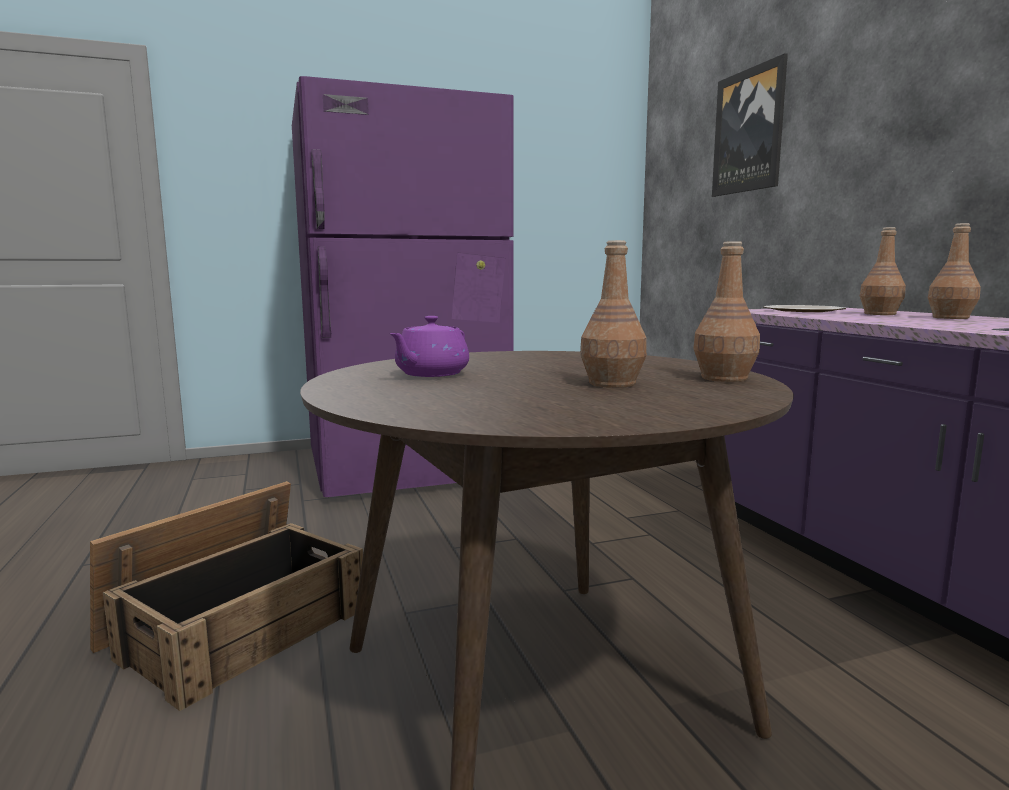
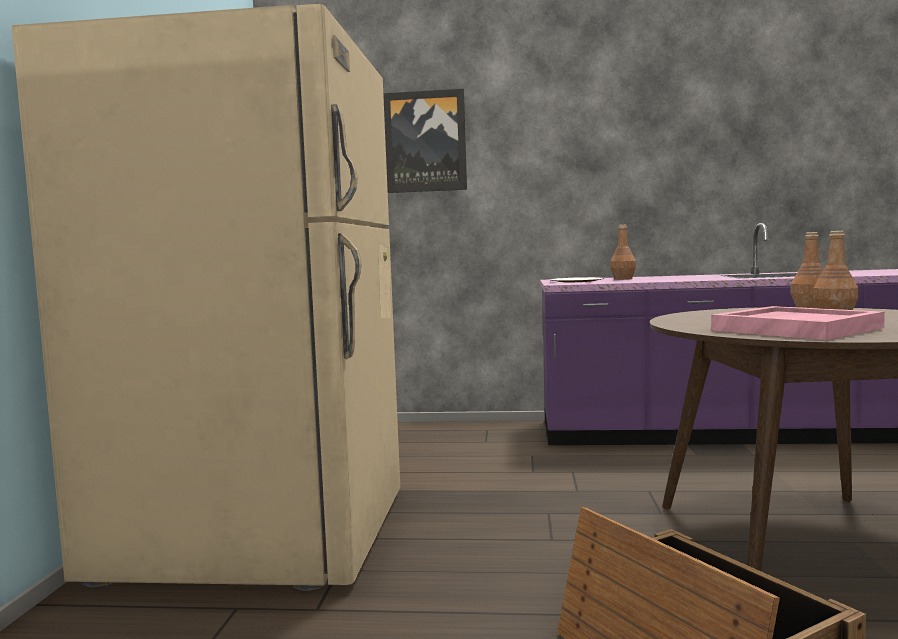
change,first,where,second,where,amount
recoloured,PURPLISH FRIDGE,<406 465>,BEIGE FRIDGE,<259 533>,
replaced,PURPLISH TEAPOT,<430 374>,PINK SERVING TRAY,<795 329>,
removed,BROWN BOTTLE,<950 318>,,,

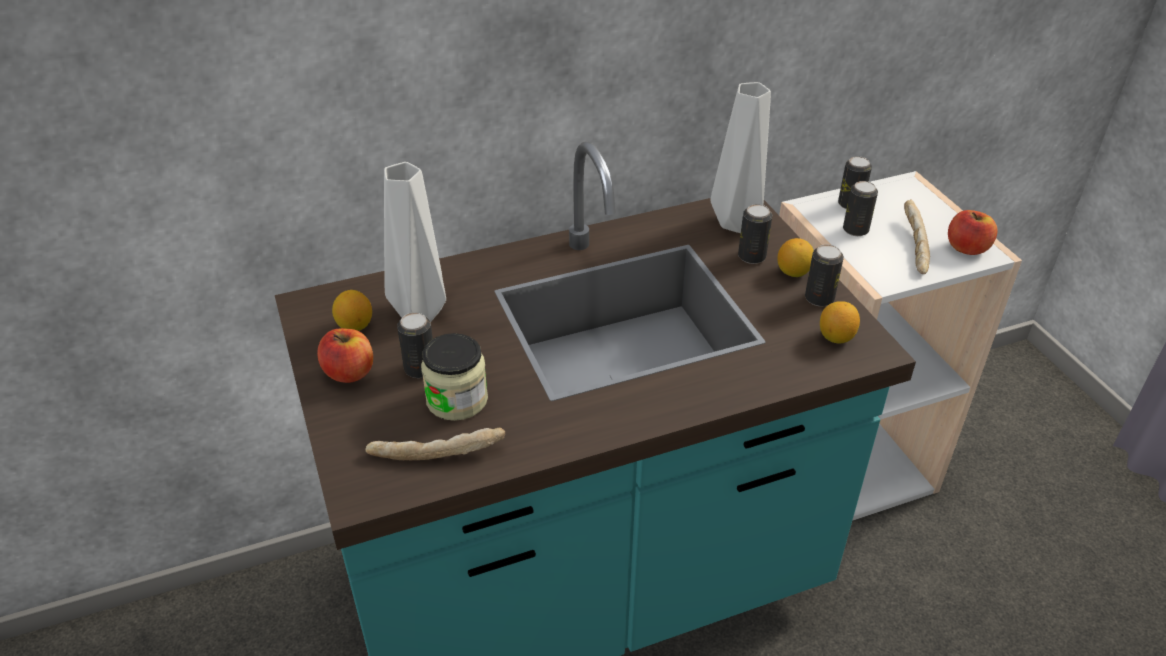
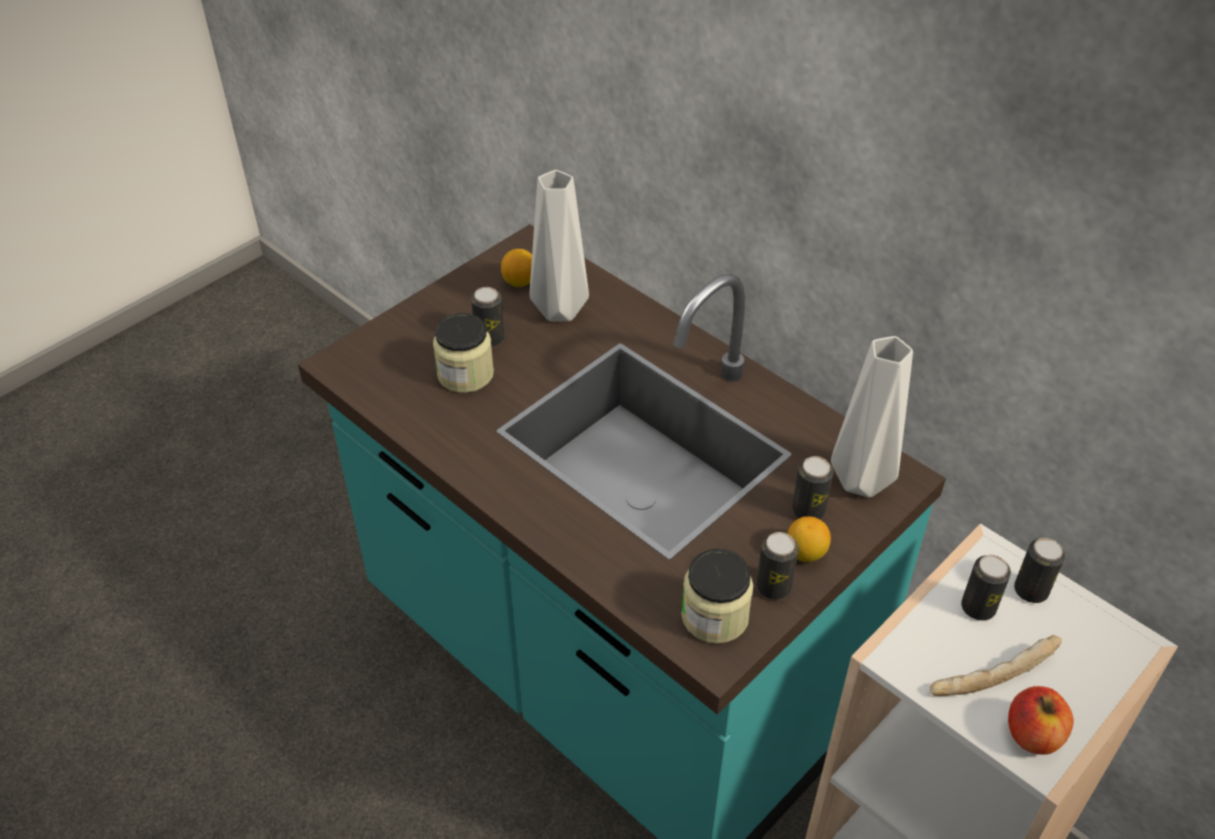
change,first,where,second,where,amount
replaced,LEMON,<836 337>,STORAGE JAR,<715 616>,
removed,APPLE,<349 372>,,,
removed,BAKERY BREAD,<436 451>,,,

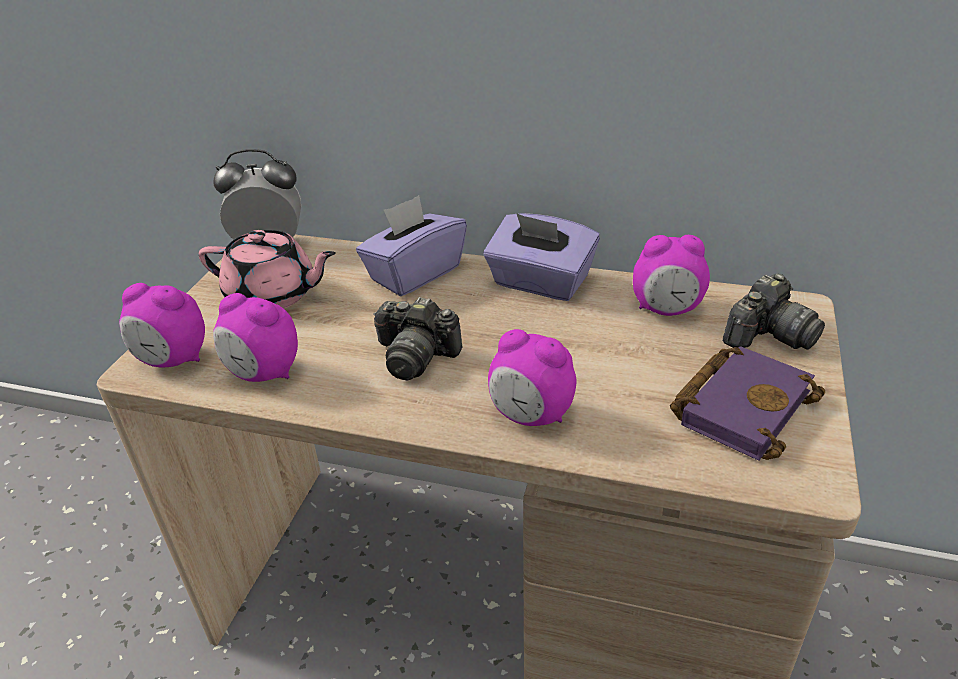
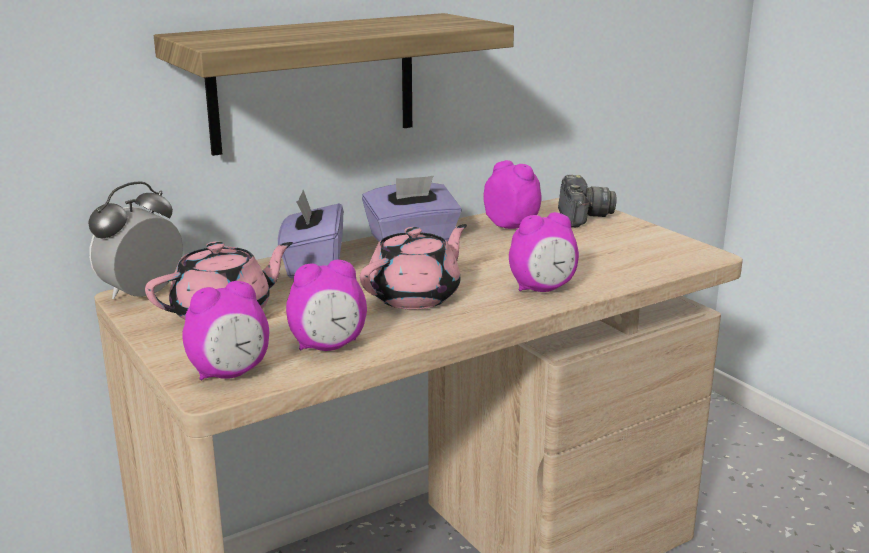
change,first,where,second,where,amount
added,,,WALL SHELF,<314 82>,
replaced,PHOTO CAMERA,<415 356>,PINK TEAPOT,<415 296>,
turned,ALARM CLOCK,<666 310>,,<512 226>,90 degrees counterclockwise
removed,PURPLISH VOLUME,<741 405>,,,

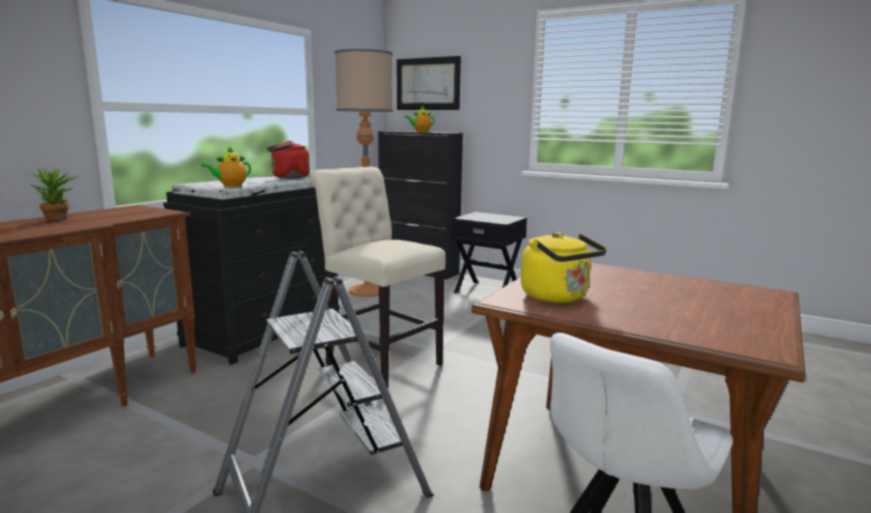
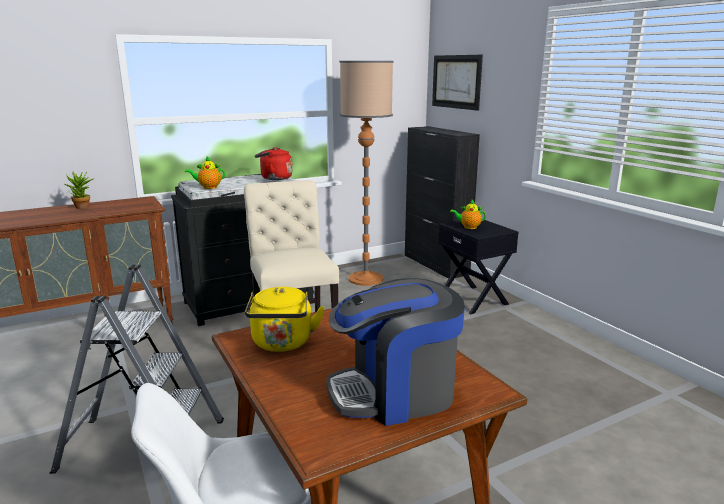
change,first,where,second,where,amount
added,,,COFFEE BREWER,<395 393>,
moved,TEAPOT,<420 132>,,<468 227>,

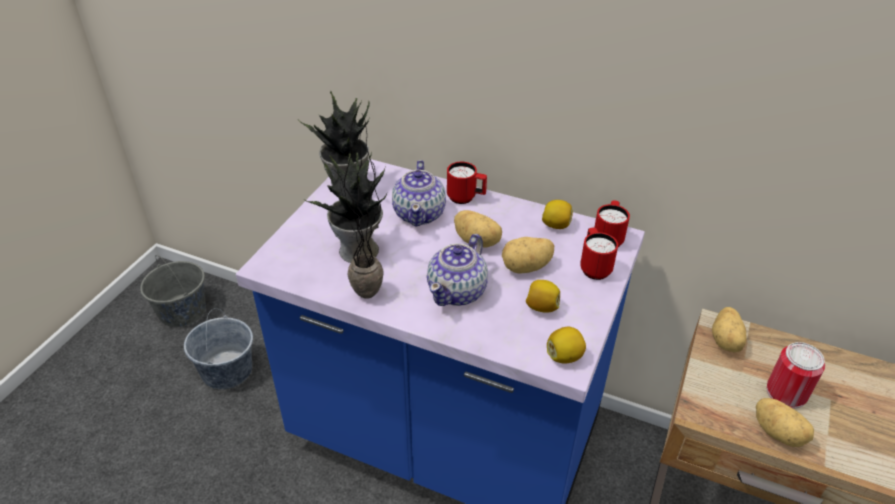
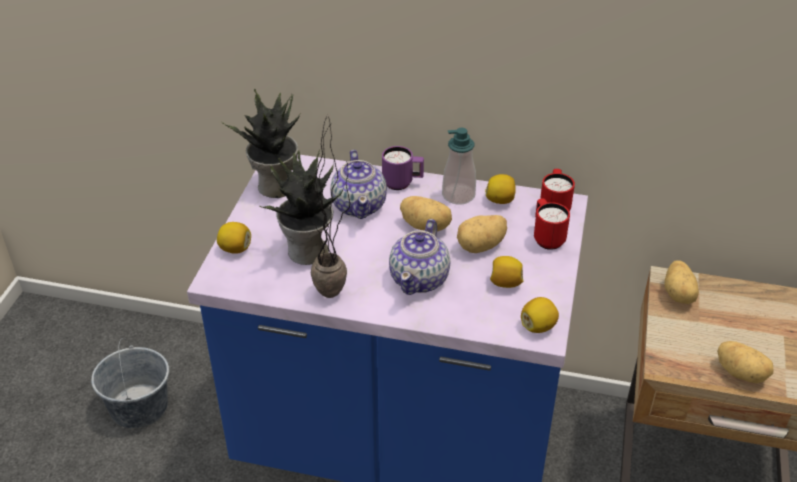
change,first,where,second,where,amount
added,,,LEMON,<235 249>,
recoloured,REDDISH TEA MUG,<466 198>,PURPLISH TEA MUG,<402 183>,
added,,,SOAP BOTTLE,<458 195>,
removed,GREYISH BUCKET,<182 311>,,,
removed,METAL CAN,<786 393>,,,

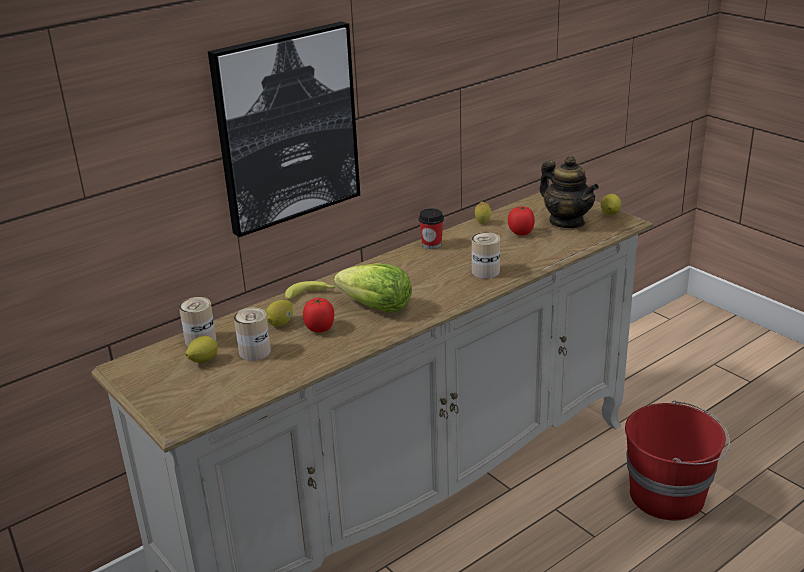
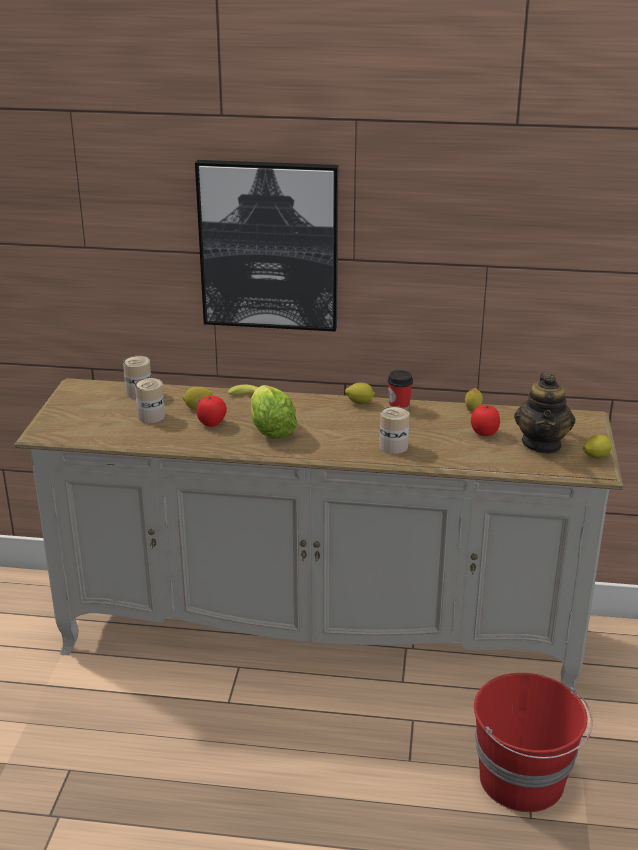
change,first,where,second,where,amount
moved,LEMON,<203 360>,,<360 402>,

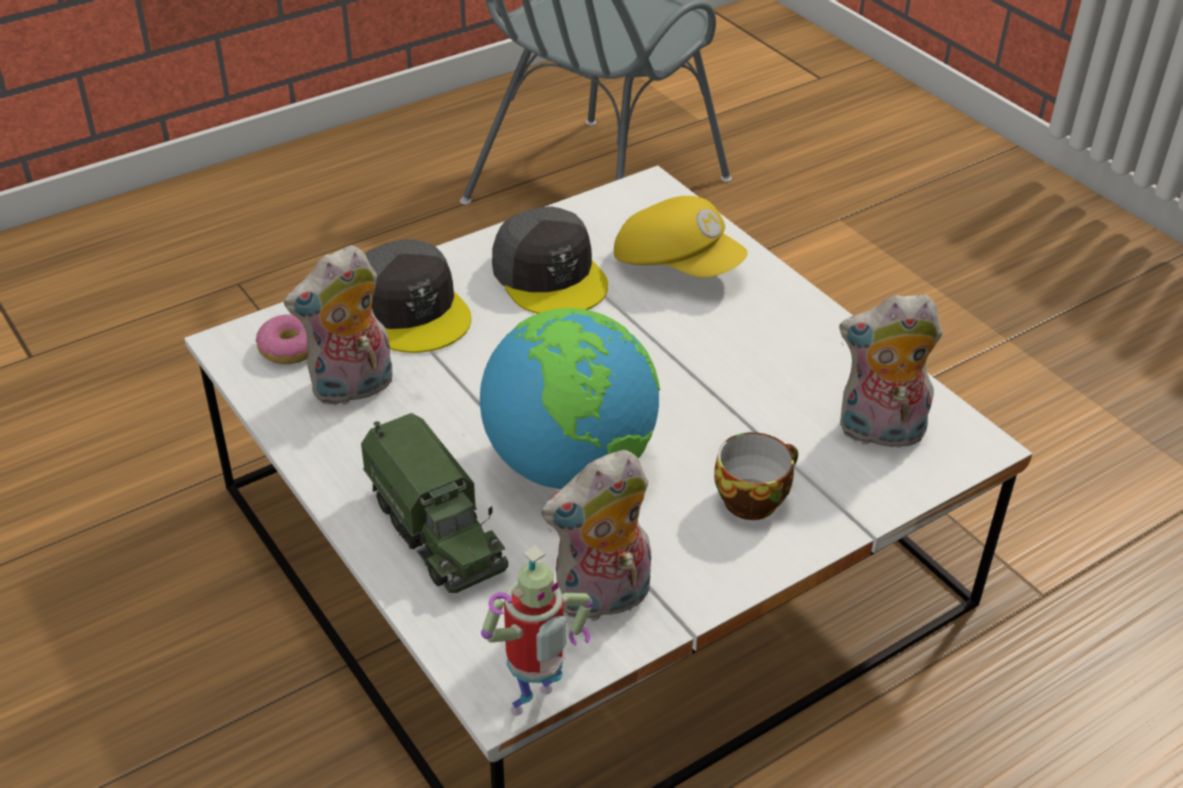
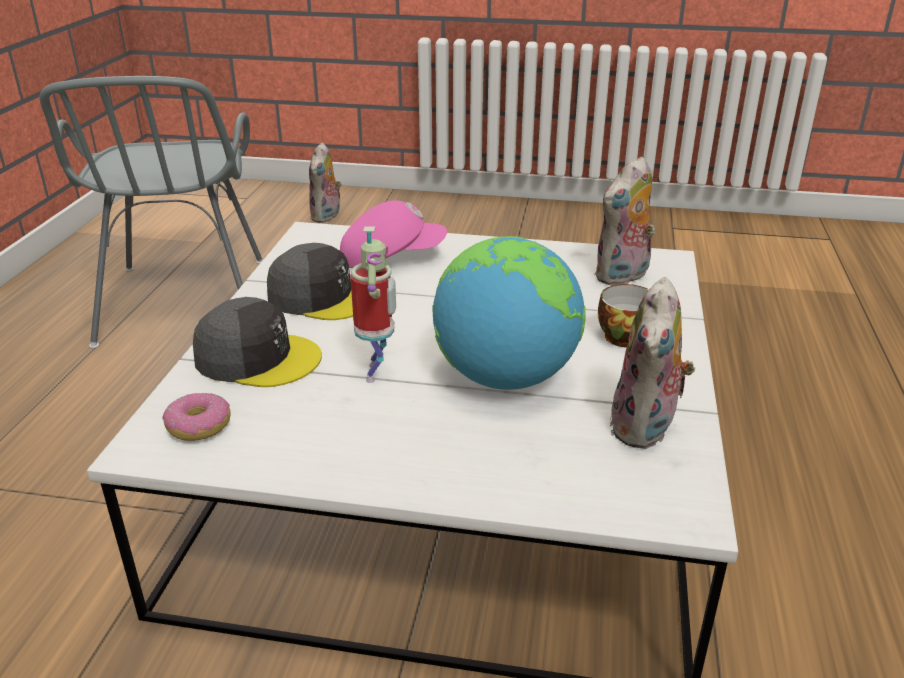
change,first,where,second,where,amount
moved,PLUSH TOY,<352 389>,,<327 217>,
recoloured,YELLOW-COLOURED PEAKED CAP,<677 265>,PINK PEAKED CAP,<391 258>,
moved,ROBOT FIGURE,<535 705>,,<377 373>,
removed,TOY TRUCK,<436 531>,,,

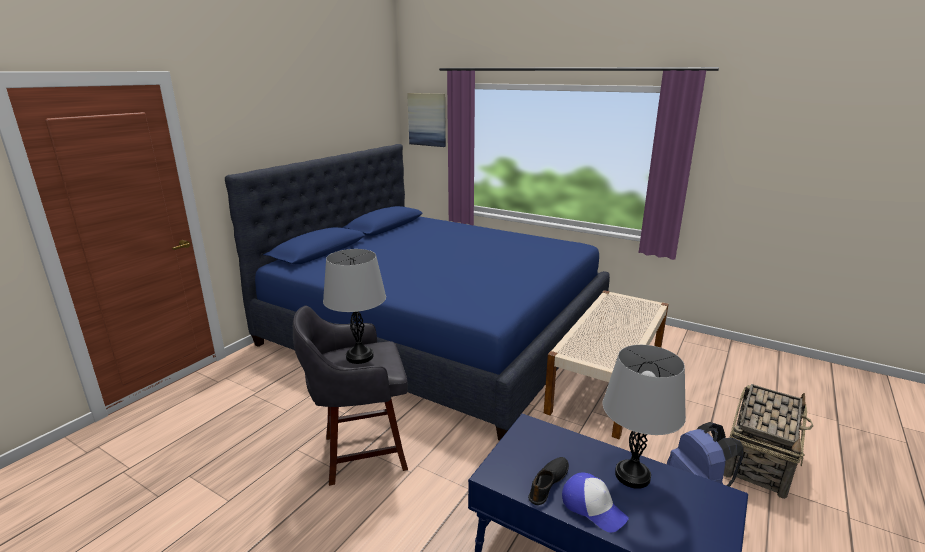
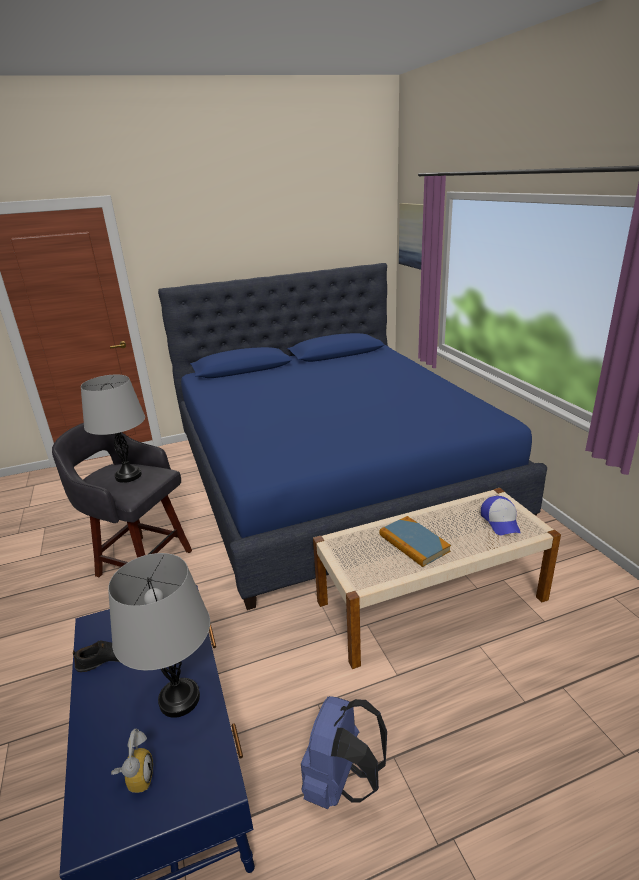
change,first,where,second,where,amount
added,,,ALARM CLOCK,<136 778>,
added,,,VOLUME,<413 543>,
moved,PEAKED CAP,<593 507>,,<500 521>,
removed,BASKET,<759 459>,,,

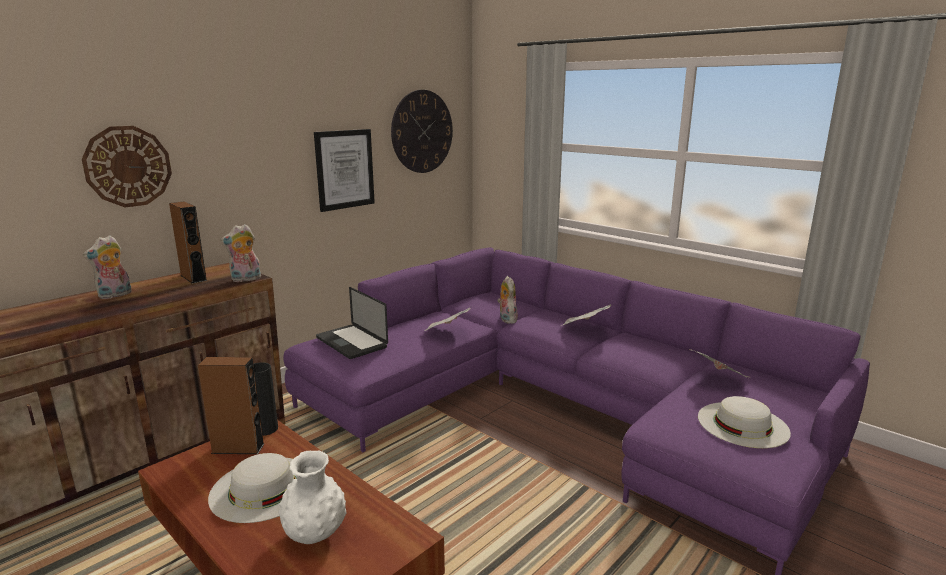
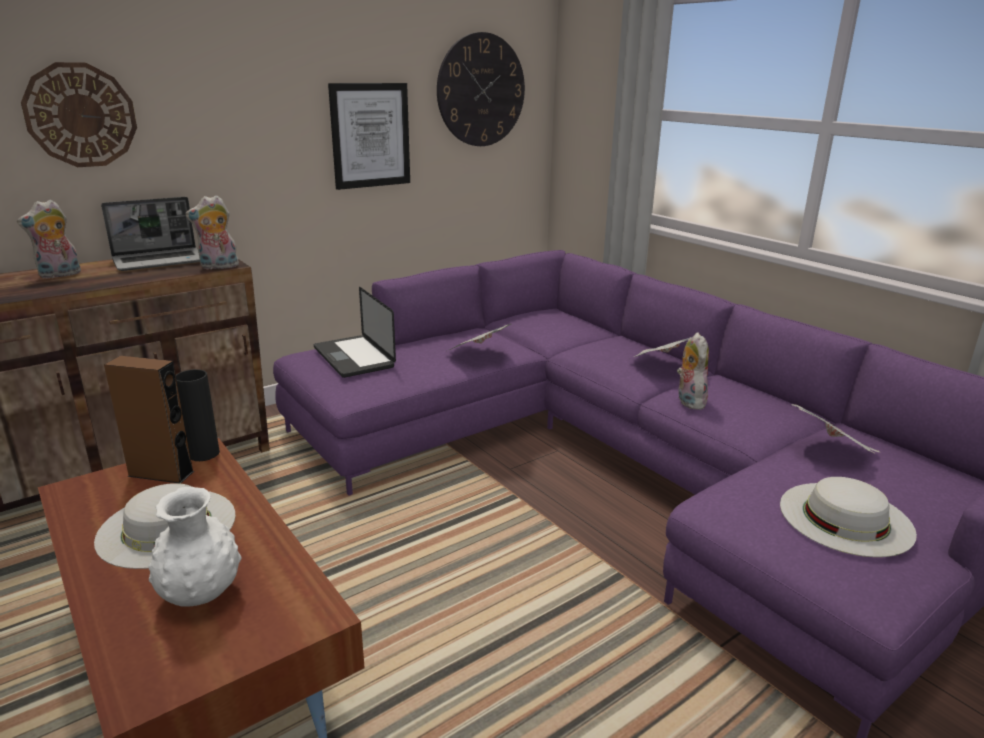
change,first,where,second,where,amount
replaced,BROWN SPEAKER,<193 278>,LAPTOP,<160 261>,
moved,PLUSH TOY,<506 319>,,<688 401>,

